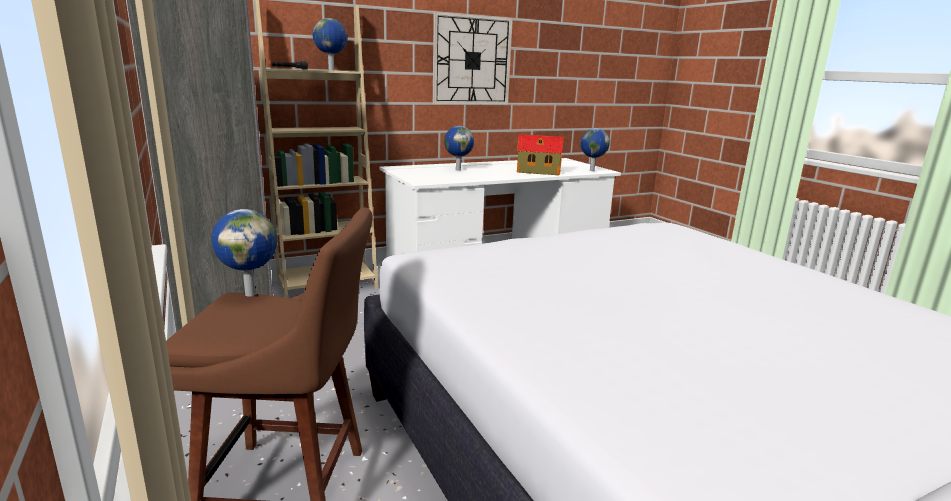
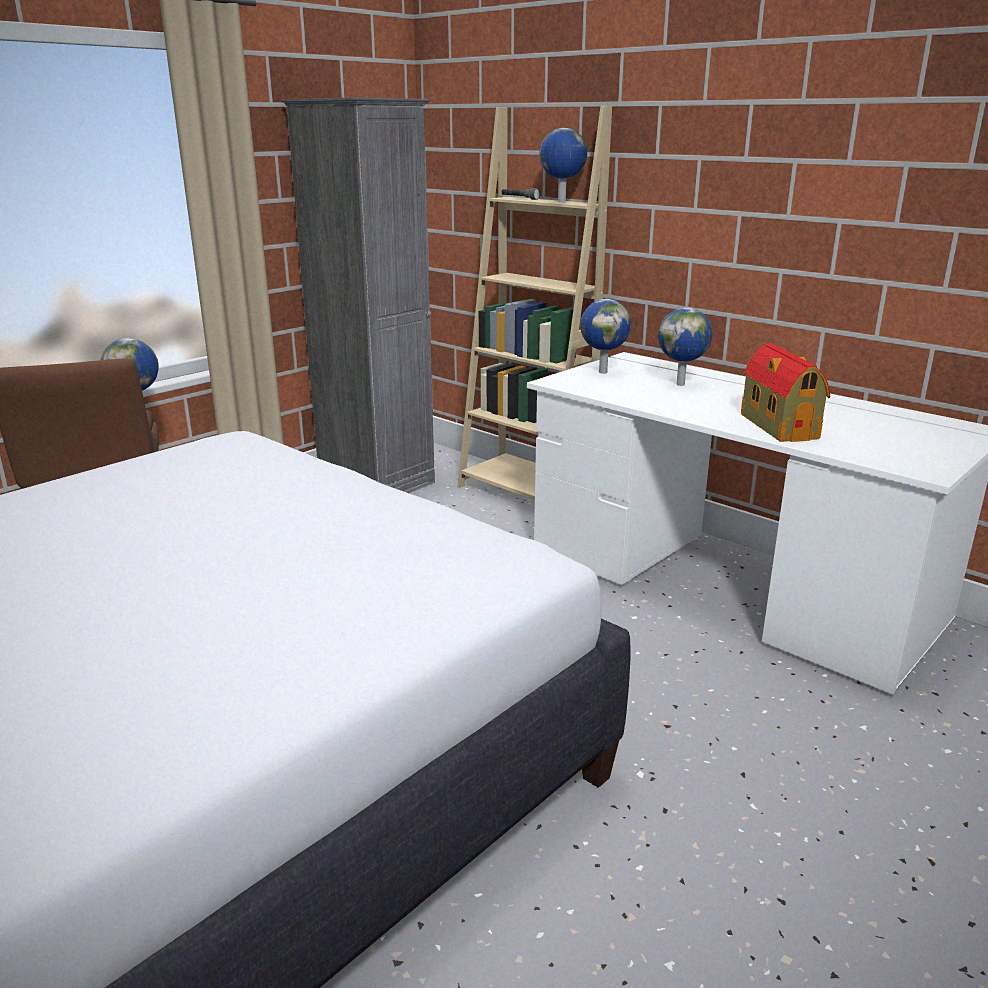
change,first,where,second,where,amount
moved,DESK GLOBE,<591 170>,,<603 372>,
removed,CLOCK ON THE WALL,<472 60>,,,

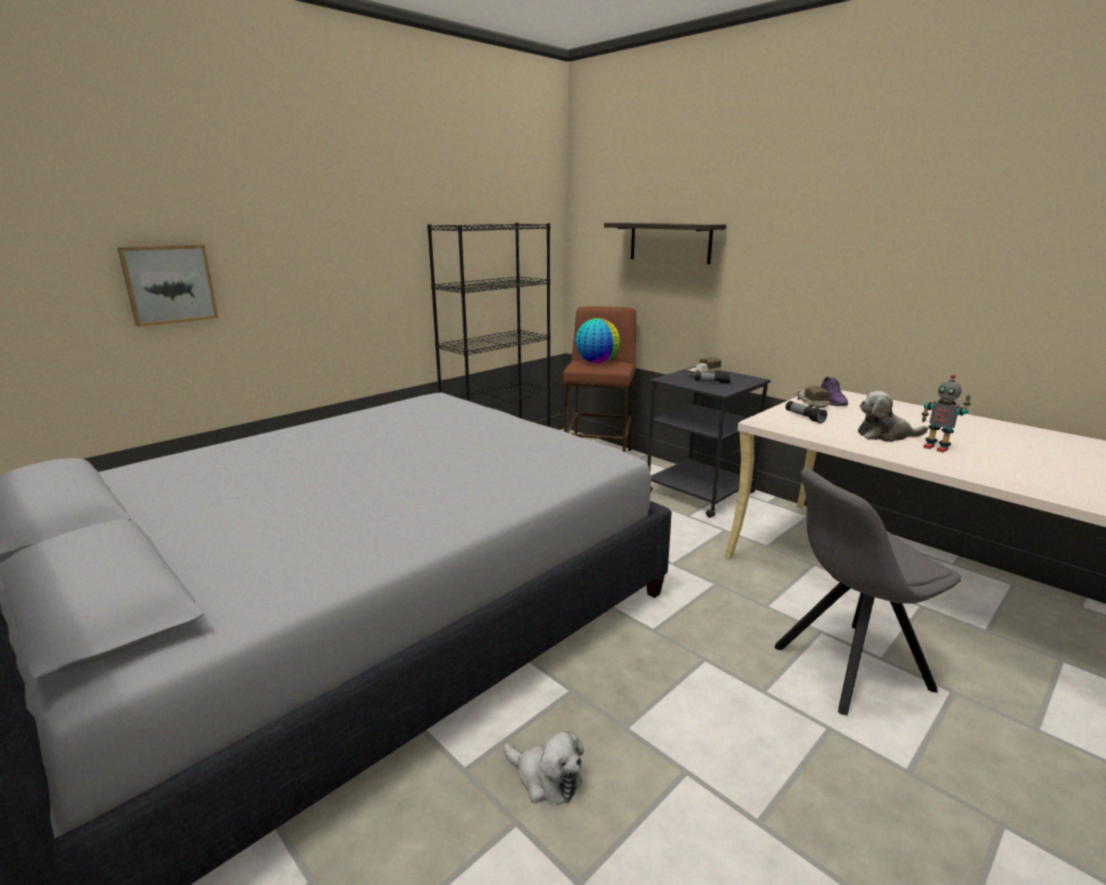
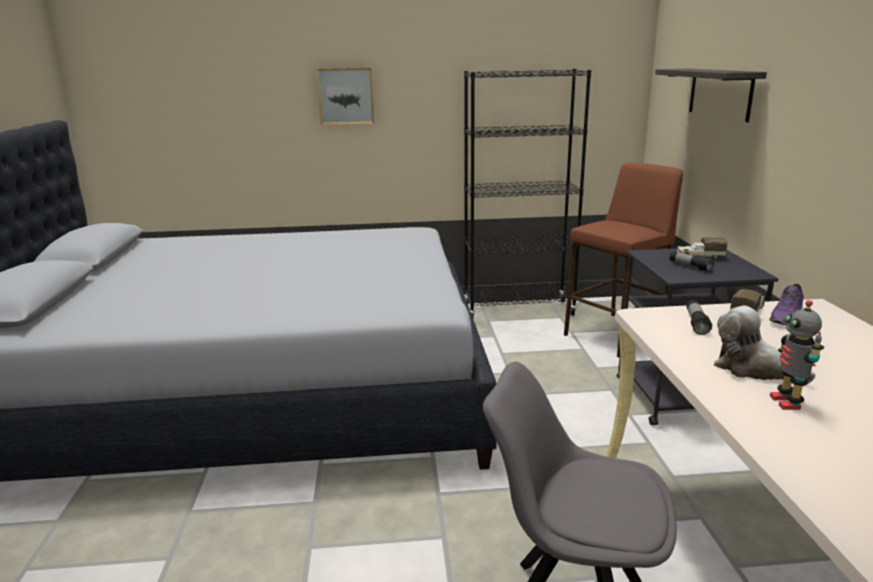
change,first,where,second,where,amount
moved,WALL PICTURE,<169 284>,,<346 96>,
removed,PLUSH TOY,<545 778>,,,
removed,DESK GLOBE,<596 362>,,,

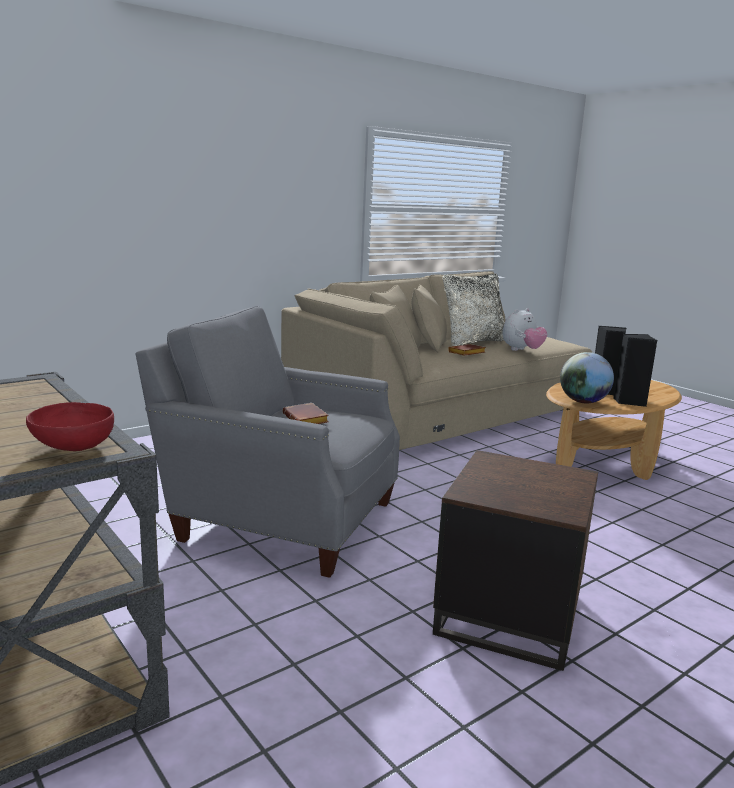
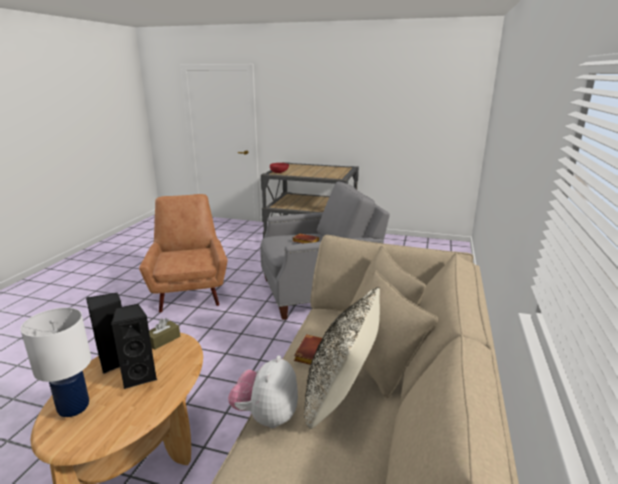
change,first,where,second,where,amount
added,,,WHITE-COLOURED LAMP FOR A TABLE,<74 409>,
replaced,BROWN SIDE TABLE,<507 614>,BROWN LOUNGE CHAIR,<190 291>,
replaced,DESK GLOBE,<583 402>,BROWN TISSUE BOX,<163 340>,

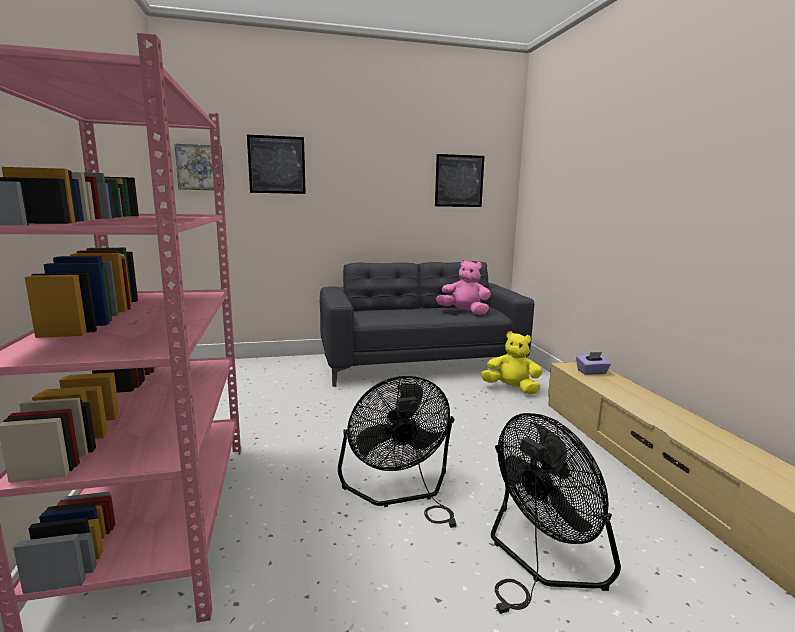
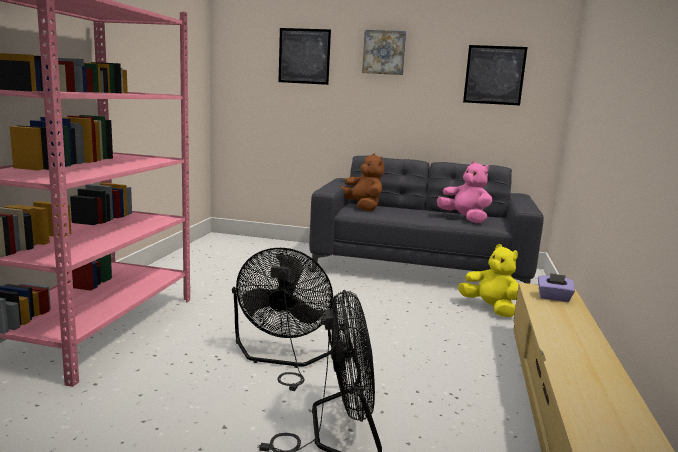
change,first,where,second,where,amount
added,,,BROWN PLUSH TOY,<362 208>,
moved,WALL PICTURE,<200 167>,,<384 52>,

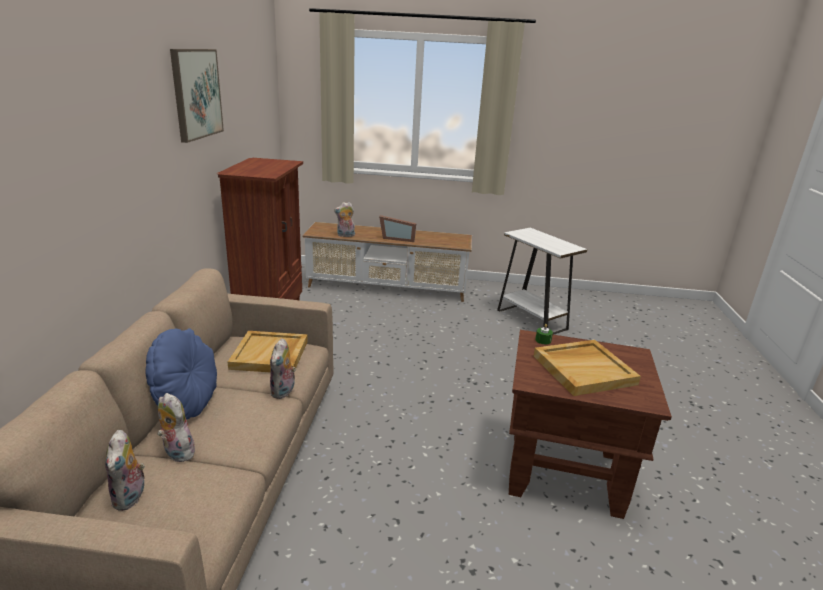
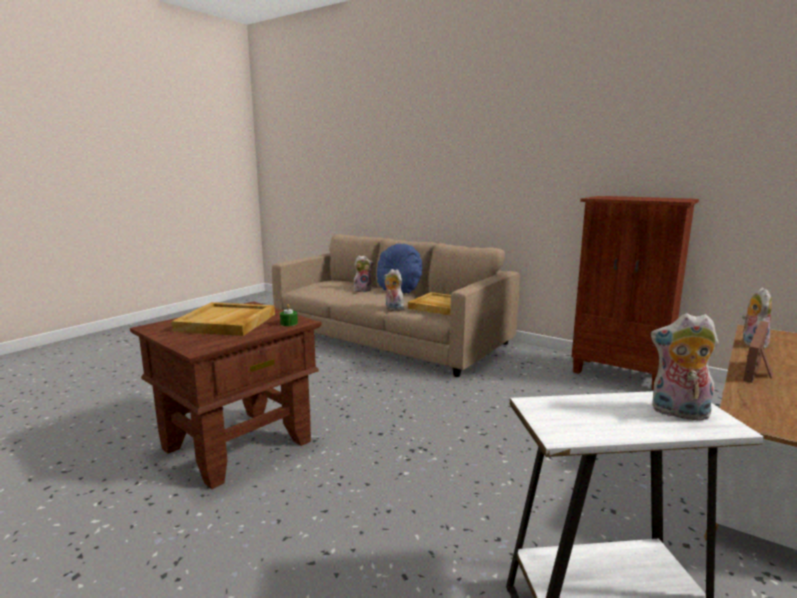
change,first,where,second,where,amount
moved,PLUSH TOY,<131 497>,,<678 413>,
removed,WALL PICTURE,<196 93>,,,

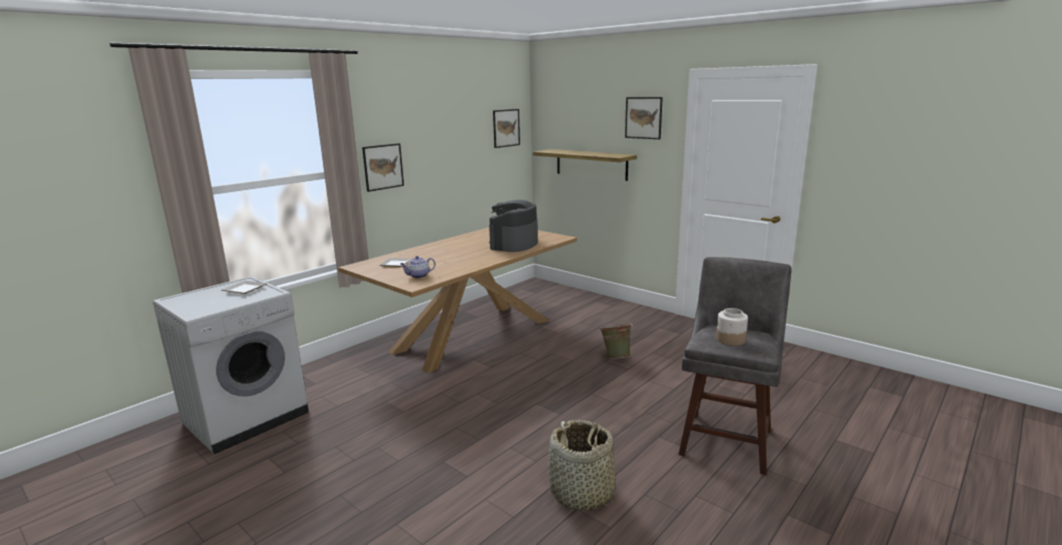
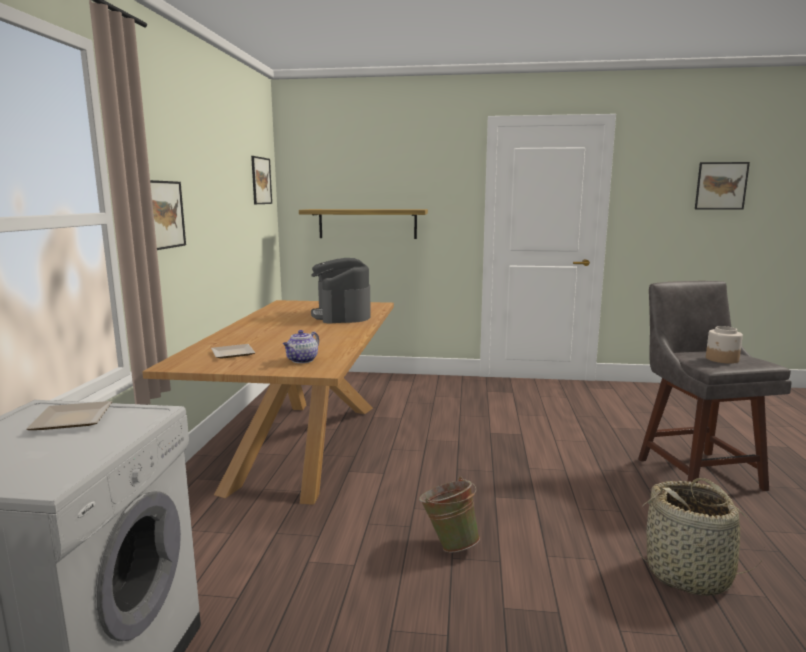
change,first,where,second,where,amount
moved,GREEN-COLOURED BUCKET,<616 357>,,<449 543>,
moved,WALL PICTURE,<643 118>,,<721 186>,

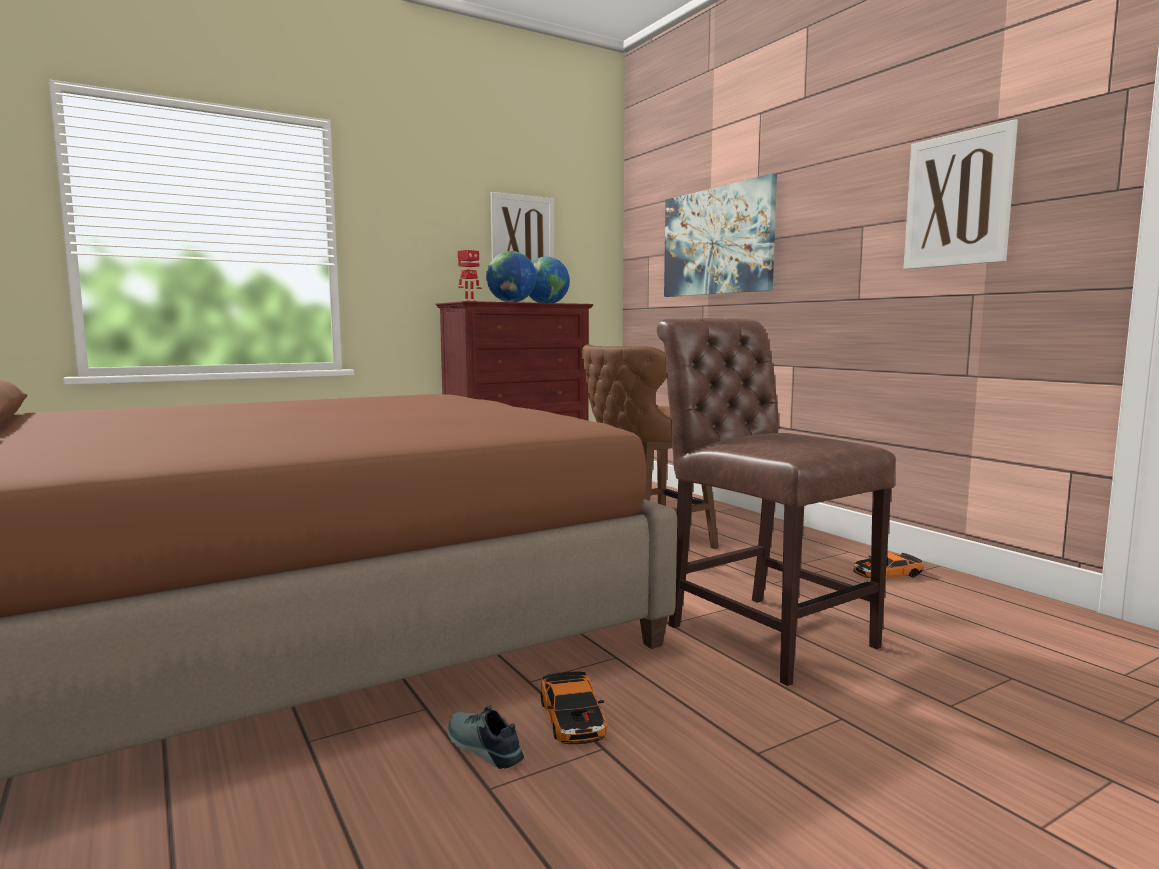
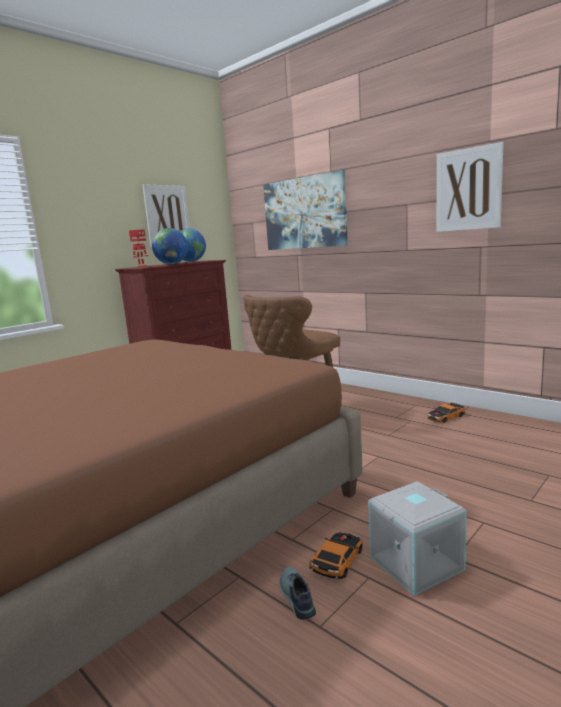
change,first,where,second,where,amount
turned,SHOE,<482 748>,,<295 597>,45 degrees clockwise
turned,MINIATURE CAR,<574 718>,,<337 560>,120 degrees counterclockwise
added,,,GREYISH STORAGE BOX,<416 564>,
removed,BROWN UPRIGHT CHAIR,<761 631>,,,

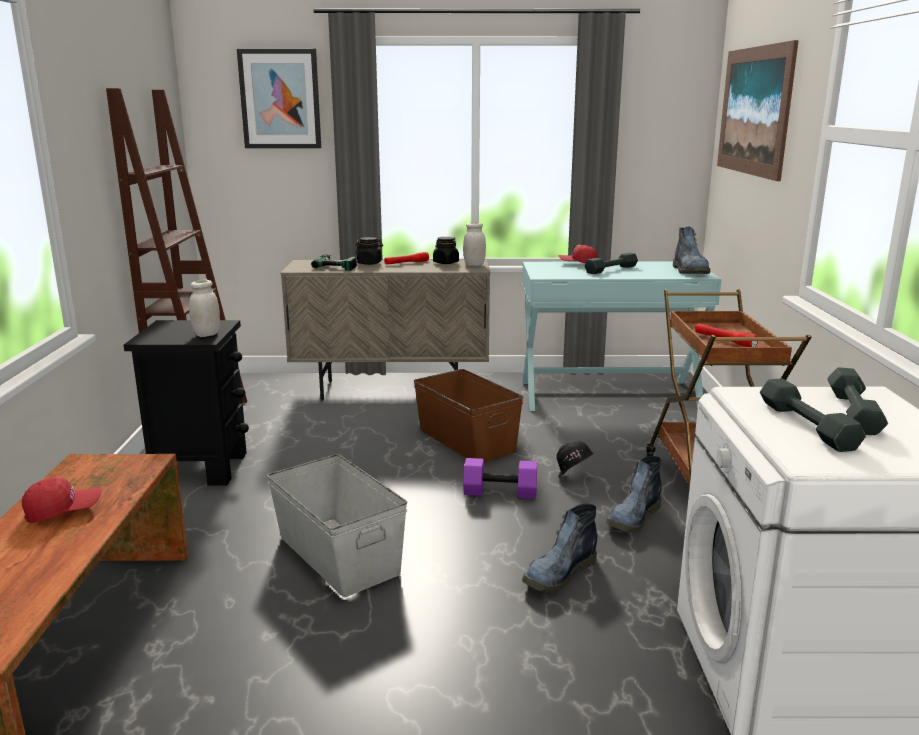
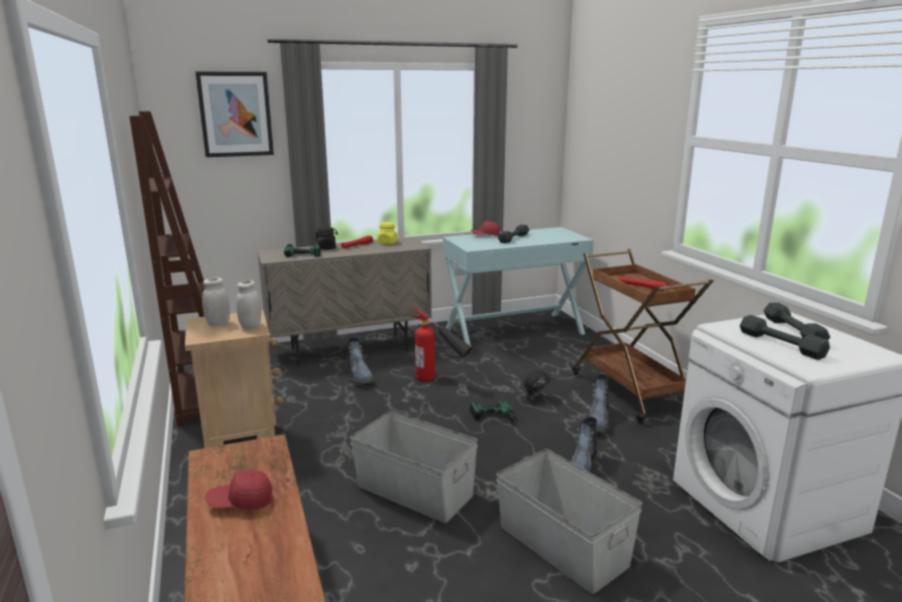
change,first,where,second,where,amount
recoloured,BLACK NIGHT TABLE,<202 468>,BEIGE NIGHT TABLE,<242 441>,
moved,WHITE-COLOURED STORAGE JAR,<474 265>,,<218 323>,
turned,REDDISH PEAKED CAP,<64 511>,,<241 502>,150 degrees counterclockwise
moved,BOOT,<690 271>,,<360 377>,
recoloured,BLACK STORAGE JAR,<446 262>,YELLOW-COLOURED STORAGE JAR,<387 242>,
replaced,BROWN STORAGE BOX,<467 440>,FIRE-FIGHTING CYLINDER,<440 382>,
replaced,PURPLISH DUMBBELL,<499 493>,DRILL,<495 419>,
added,,,GREYISH STORAGE BOX,<562 546>,
removed,WALL PICTURE,<754 111>,,,

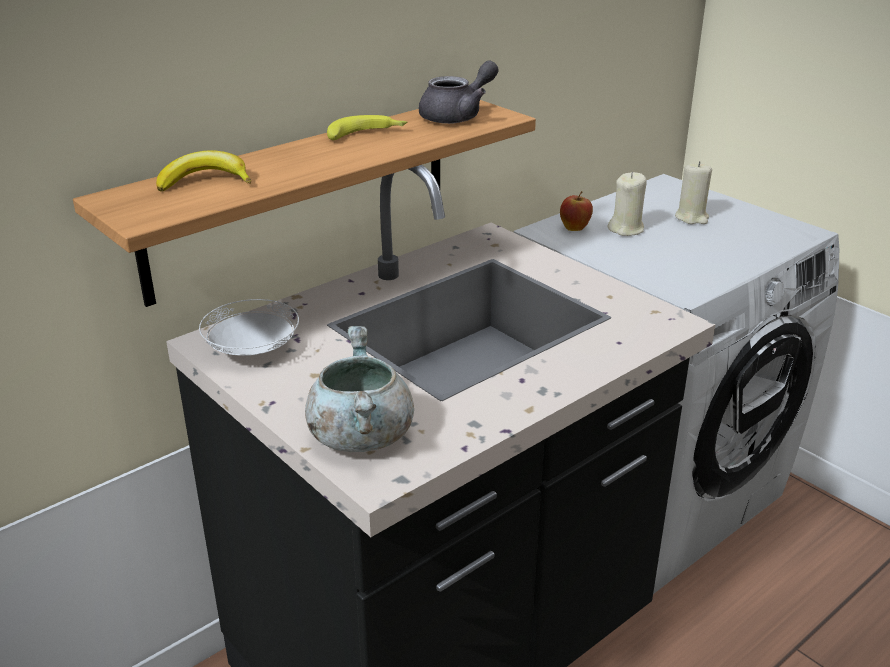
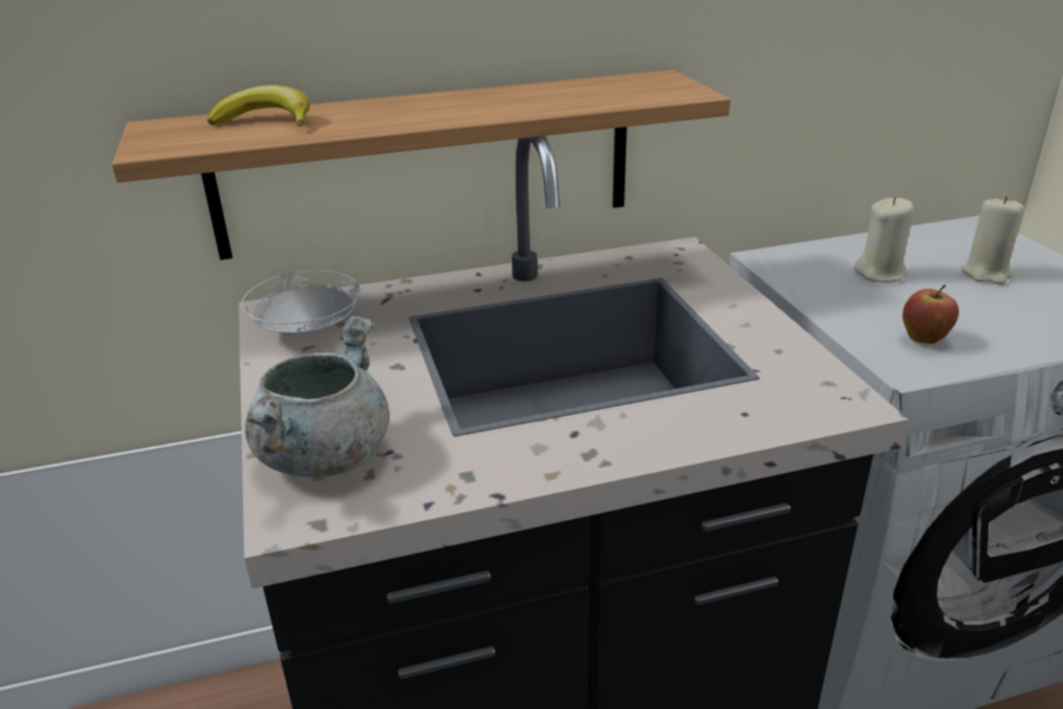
change,first,where,second,where,amount
moved,APPLE,<574 229>,,<924 340>,
removed,WHOLE BANANA,<367 135>,,,
removed,GREYISH TEAPOT,<458 116>,,,

